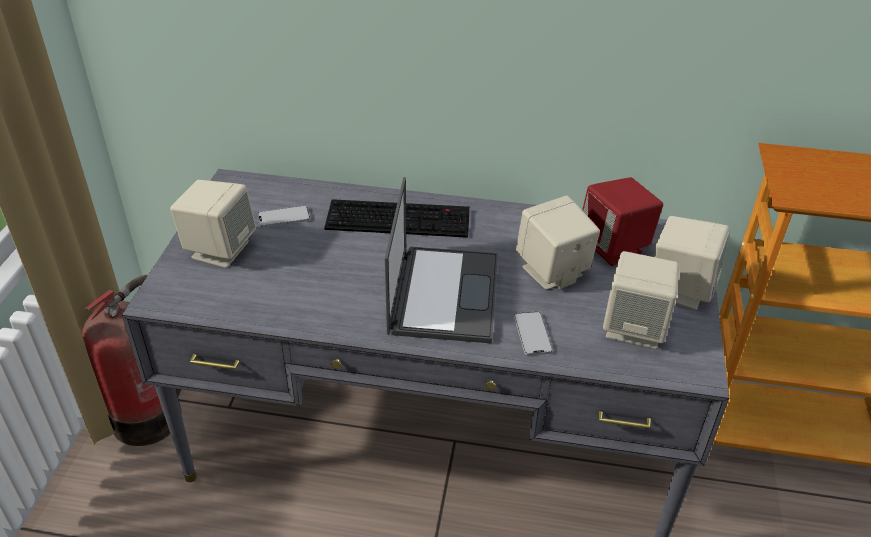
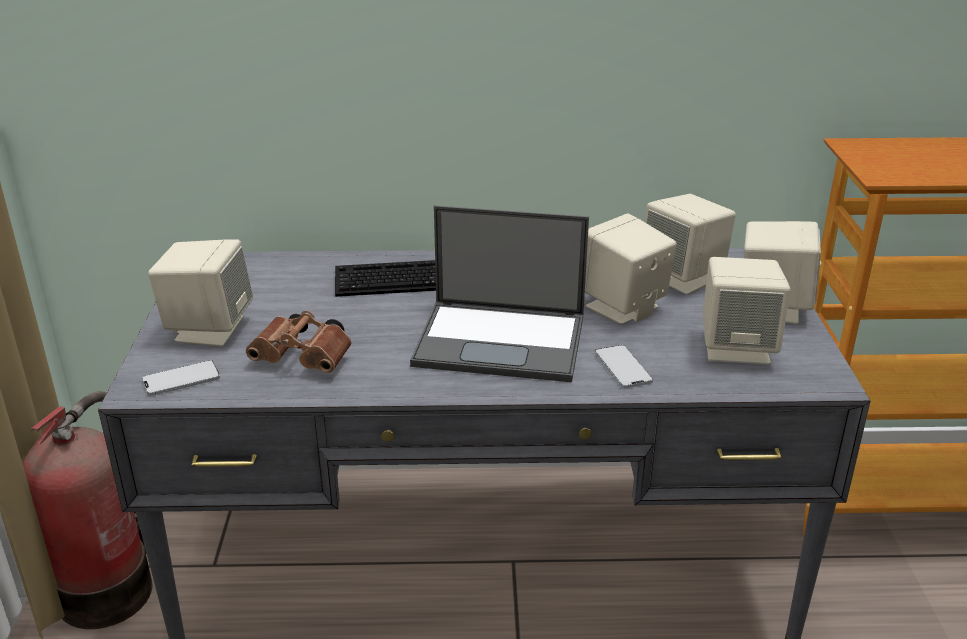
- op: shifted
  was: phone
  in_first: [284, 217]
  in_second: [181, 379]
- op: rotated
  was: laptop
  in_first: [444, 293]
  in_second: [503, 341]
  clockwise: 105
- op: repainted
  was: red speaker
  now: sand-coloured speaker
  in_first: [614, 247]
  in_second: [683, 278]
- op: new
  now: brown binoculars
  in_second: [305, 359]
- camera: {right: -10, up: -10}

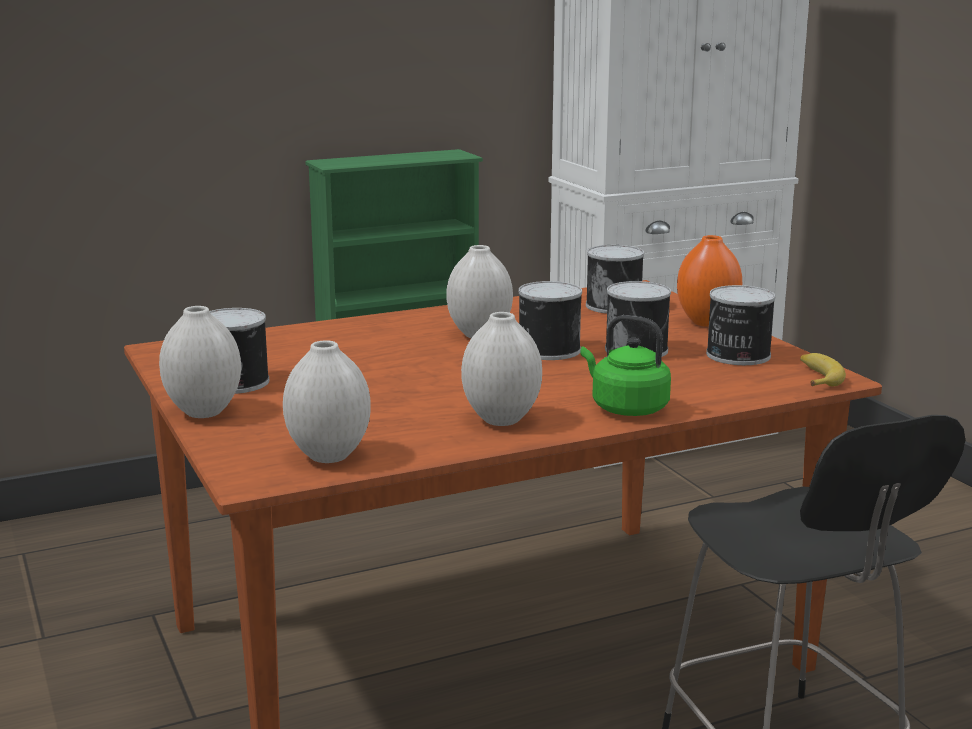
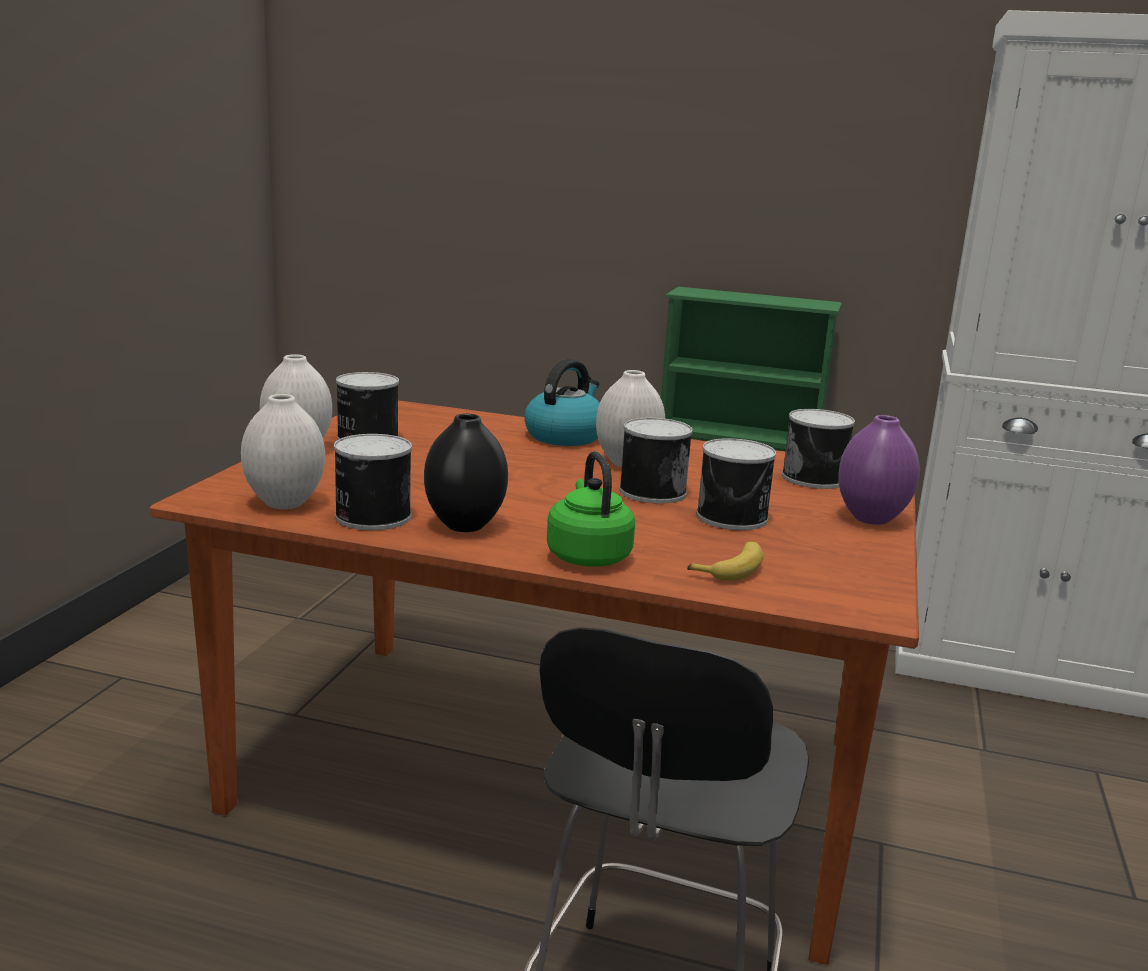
- op: repainted
  was: white-coloured vase
  now: blackish vase
  in_first: [502, 420]
  in_second: [465, 526]
- op: repainted
  was: orangey vase
  now: purple-coloured vase
  in_first: [706, 323]
  in_second: [870, 519]
- op: shifted
  was: sealed can
  in_first: [737, 355]
  in_second: [371, 516]
- op: shifted
  was: banana fruit
  in_first: [817, 377]
  in_second: [731, 568]
- op: new
  now: tea kettle
  in_second: [565, 436]
- camera: {right: 40, up: 0}

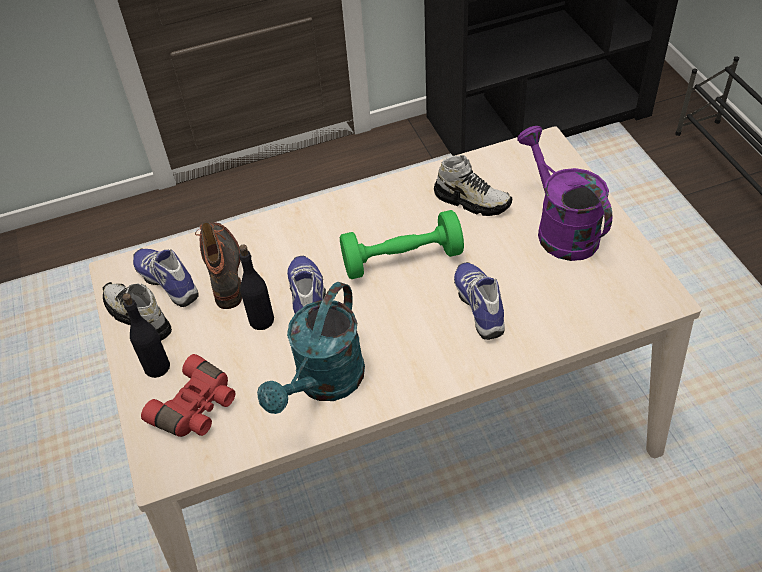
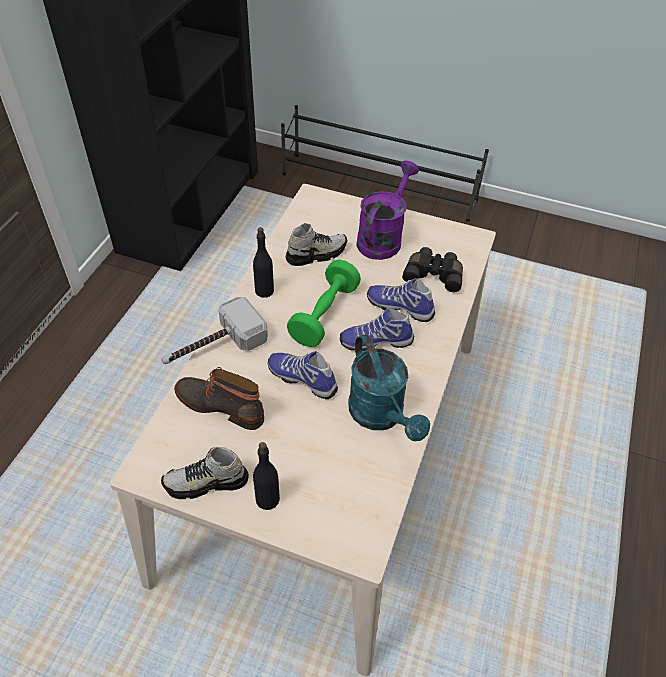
- op: shifted
  was: low shoe
  in_first: [169, 281]
  in_second: [376, 340]
- op: gone
  was: red binoculars
  in_first: [197, 408]
- op: shifted
  was: blackish bottle
  in_first: [261, 320]
  in_second: [264, 291]
- op: rotated
  was: purple-coloured sprinkling can
  in_first: [560, 229]
  in_second: [382, 237]
  clockwise: 105
- op: new
  now: hand hammer
  in_second: [212, 347]
- op: new
  now: blackish binoculars
  in_second: [433, 275]
- camera: {right: -55, up: 0}

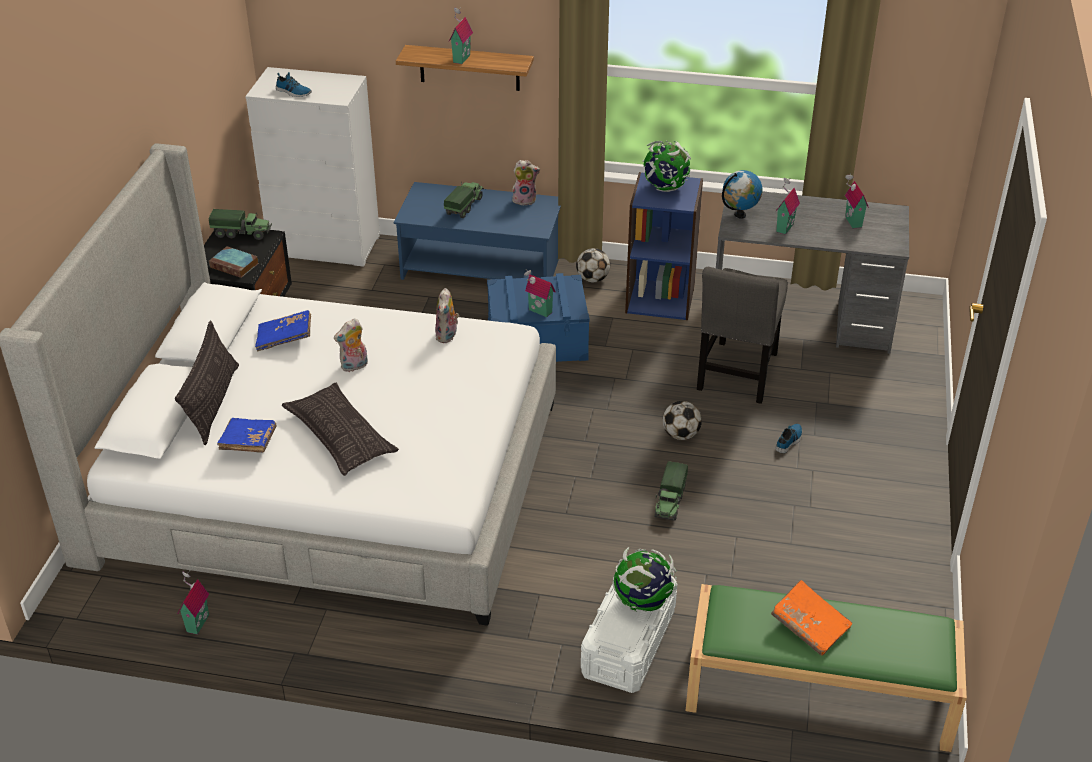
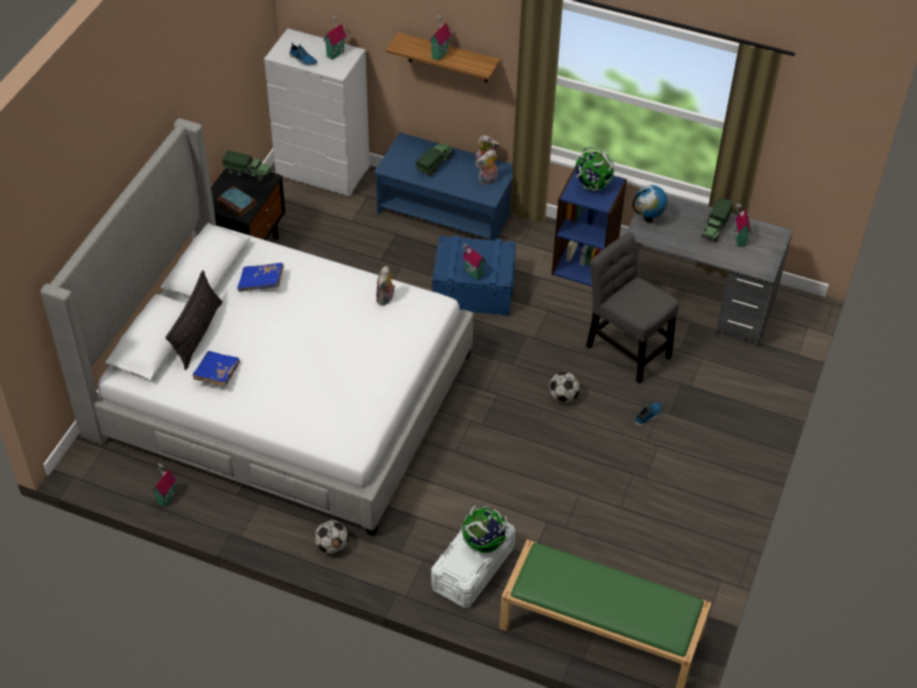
- op: gone
  was: cushion
  in_first: [340, 436]
- op: shifted
  was: soft toy
  in_first: [354, 366]
  in_second: [487, 181]
- op: shifted
  was: football ball
  in_first: [592, 279]
  in_second: [332, 546]
- op: shifted
  was: toy truck
  in_first: [670, 502]
  in_second: [715, 228]
- op: rotated
  was: greyish upright chair
  in_first: [737, 375]
  in_second: [625, 348]
  clockwise: 105
- op: gone
  was: orangey bound book
  in_first: [809, 626]
- op: shifted
  was: miniature house
  in_first: [783, 227]
  in_second: [334, 53]
- camera: {right: 10, up: 10}

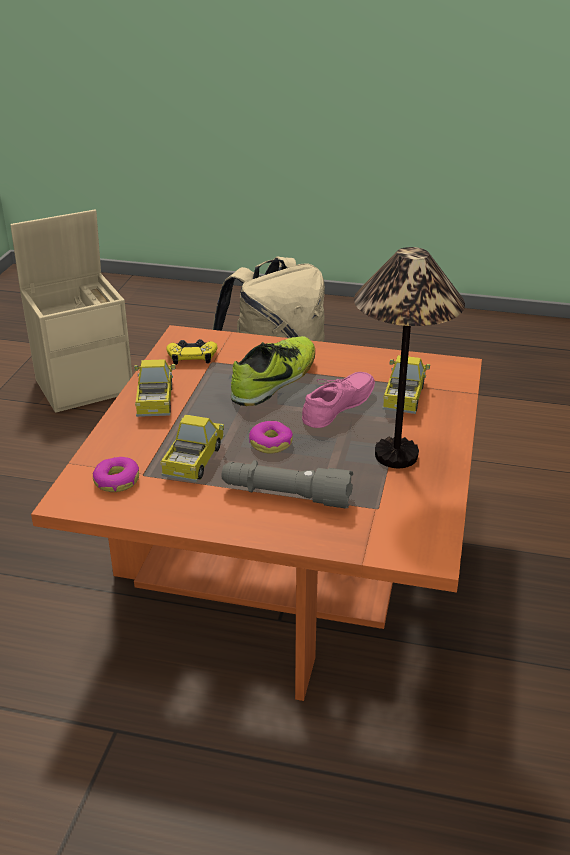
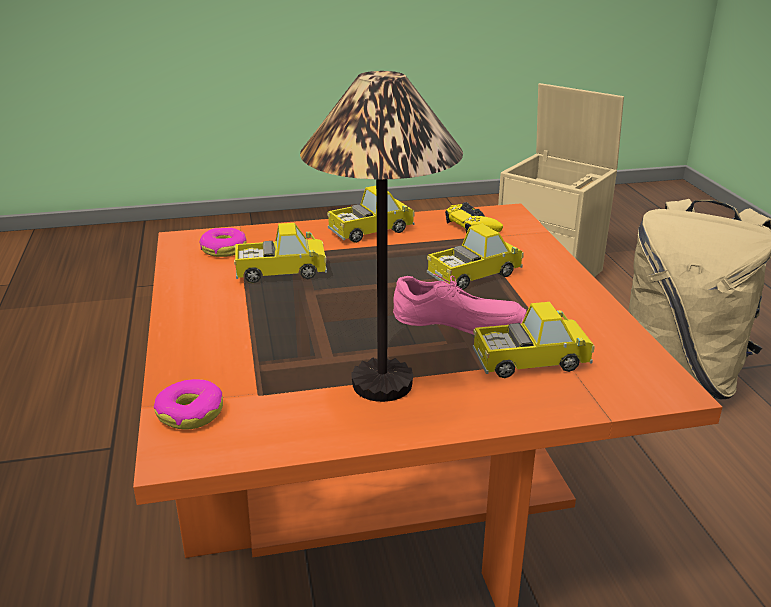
- op: gone
  was: greyish hand torch
  in_first: [286, 495]
- op: swapped
  was: low shoe
  now: toy truck
  in_first: [275, 380]
  in_second: [474, 275]
- op: shifted
  was: doughnut
  in_first: [270, 443]
  in_second: [191, 413]
- camera: {right: 65, up: -5}

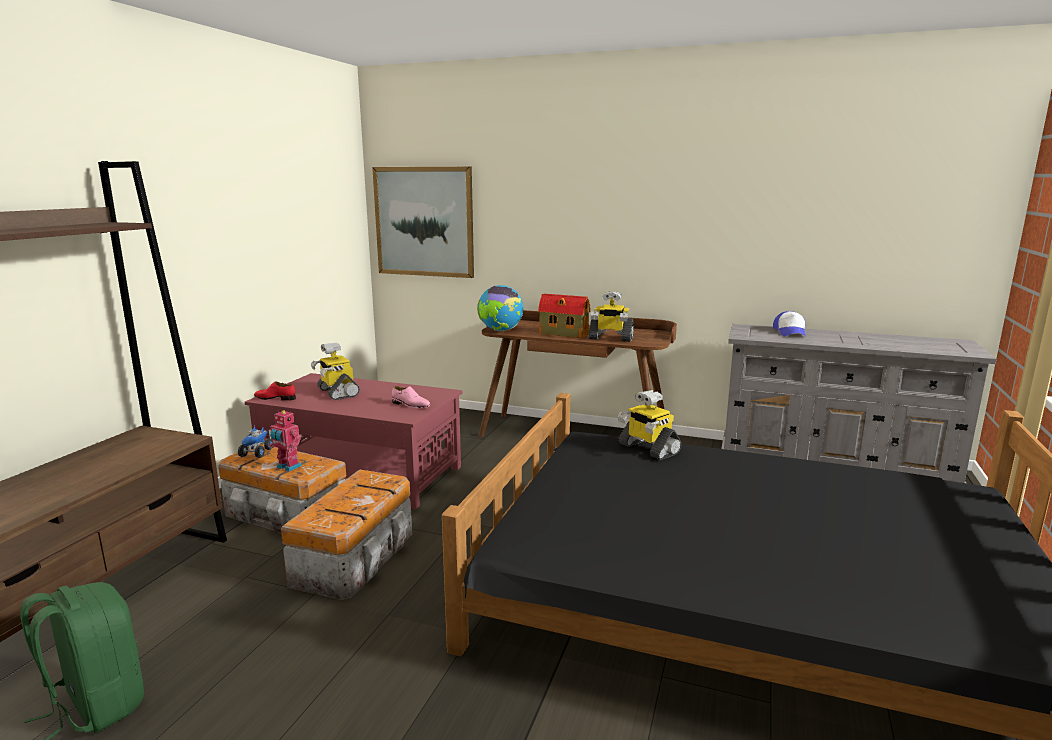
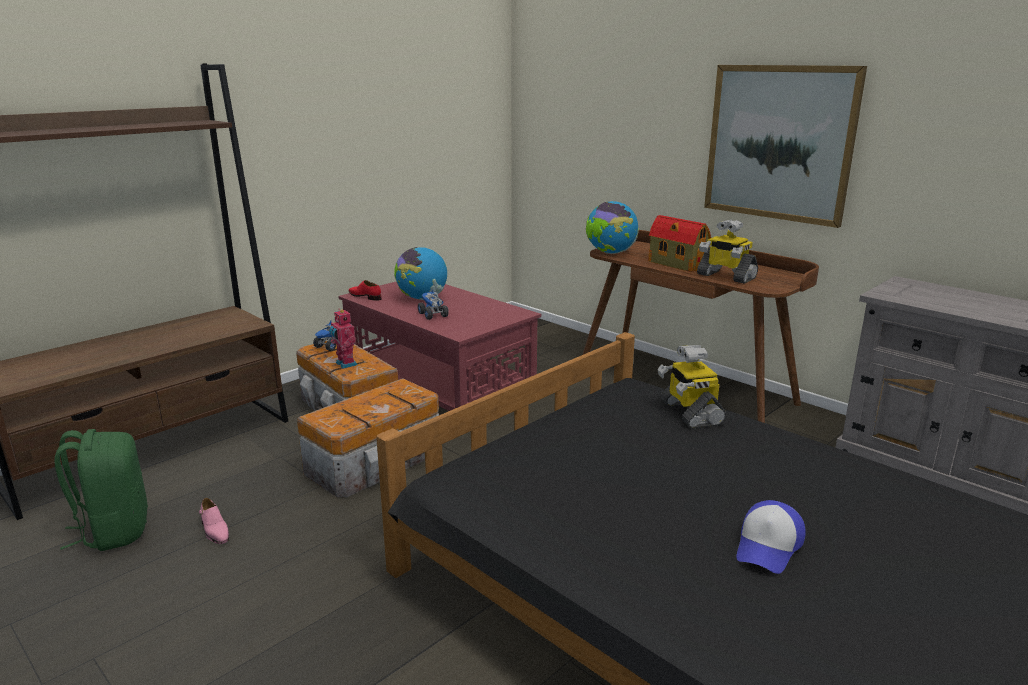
- op: swapped
  was: robot figure
  now: desk globe
  in_first: [337, 392]
  in_second: [422, 298]
- op: shifted
  was: wall art
  in_first: [424, 222]
  in_second: [779, 143]
- op: shifted
  was: pinkish low shoe
  in_first: [410, 405]
  in_second: [214, 531]
- op: shifted
  was: cap
  in_first: [790, 332]
  in_second: [768, 546]
- op: new
  now: toy truck
  in_second: [432, 315]
- camera: {right: 25, up: 5}

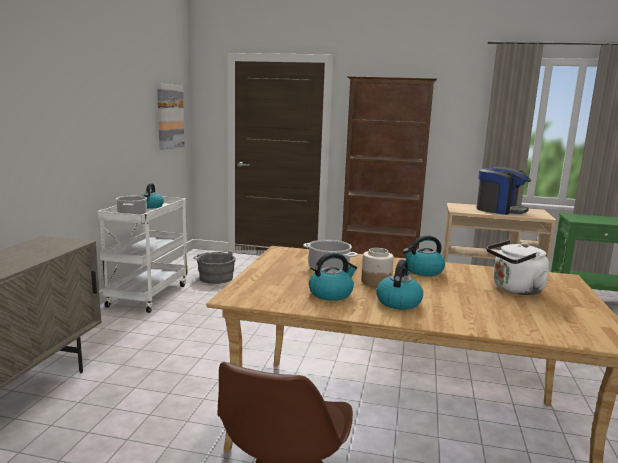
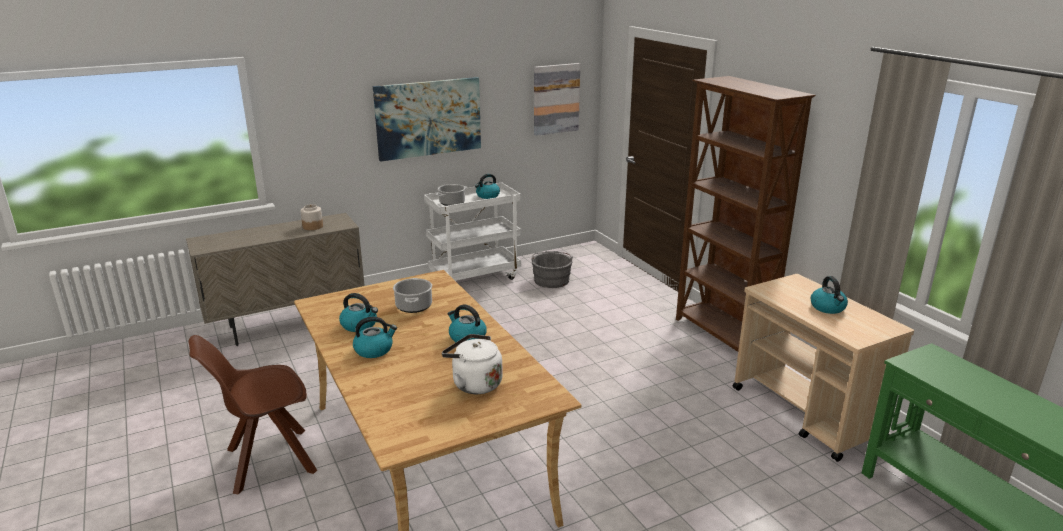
- op: shifted
  was: storage jar
  in_first: [376, 282]
  in_second: [313, 226]
- op: swapped
  was: coffee machine
  now: tea kettle
  in_first: [499, 210]
  in_second: [828, 308]
- op: new
  now: wall art
  in_second: [428, 118]
- camera: {right: 50, up: 10}

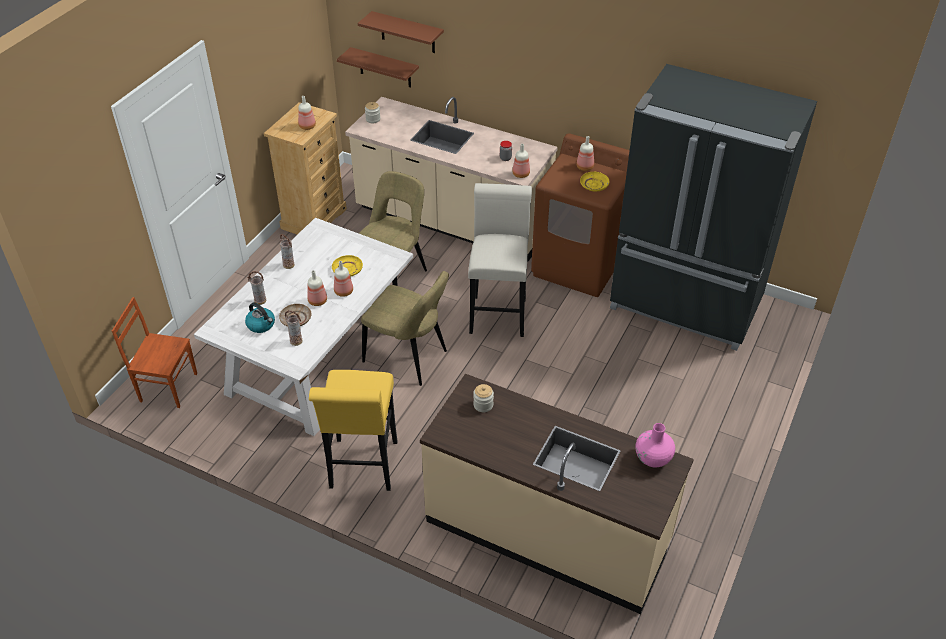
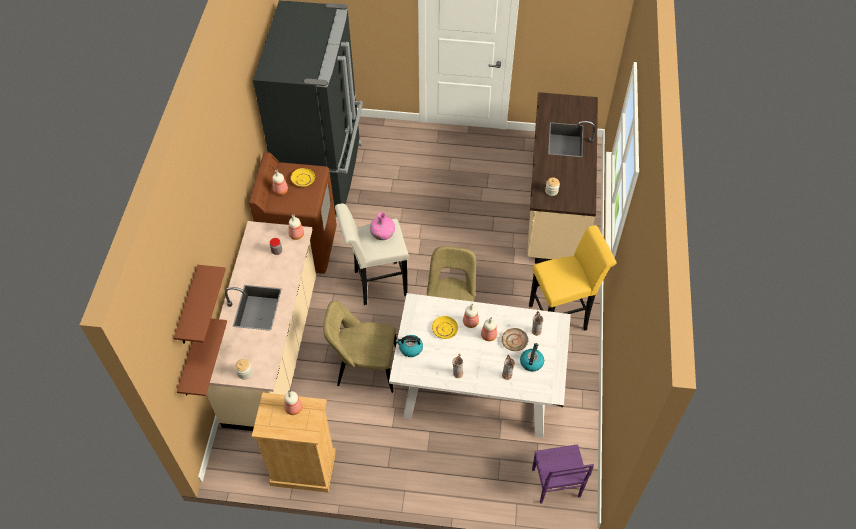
- op: repainted
  was: brown upright chair
  now: purple-coloured upright chair
  in_first: [168, 386]
  in_second: [555, 484]
- op: shifted
  was: pinkish vase
  in_first: [653, 458]
  in_second: [382, 234]
- op: new
  now: tea kettle
  in_second: [410, 348]
- camera: {right: -110, up: 10}

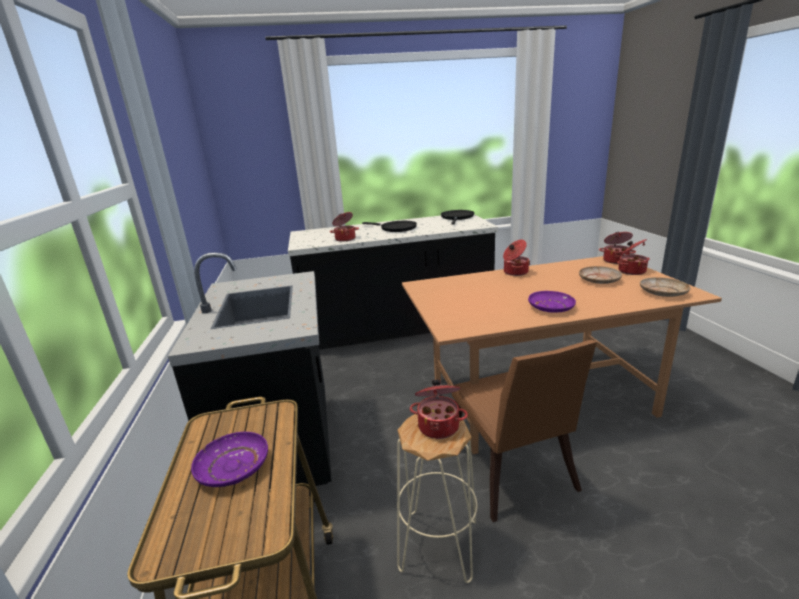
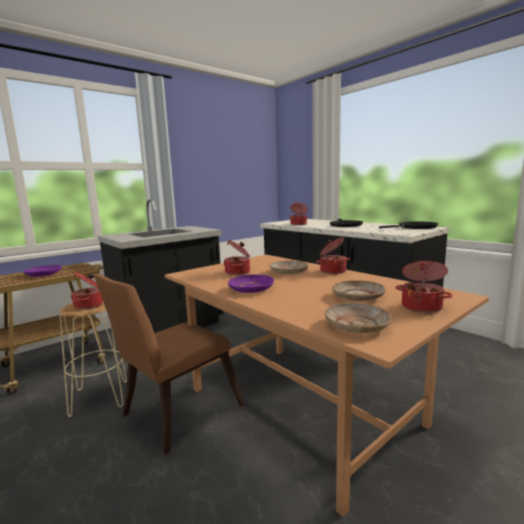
- op: shifted
  was: stockpot
  in_first: [615, 260]
  in_second: [238, 272]
- op: new
  now: sand-coloured flat dish
  in_second: [288, 272]
- camera: {right: 60, up: -10}

